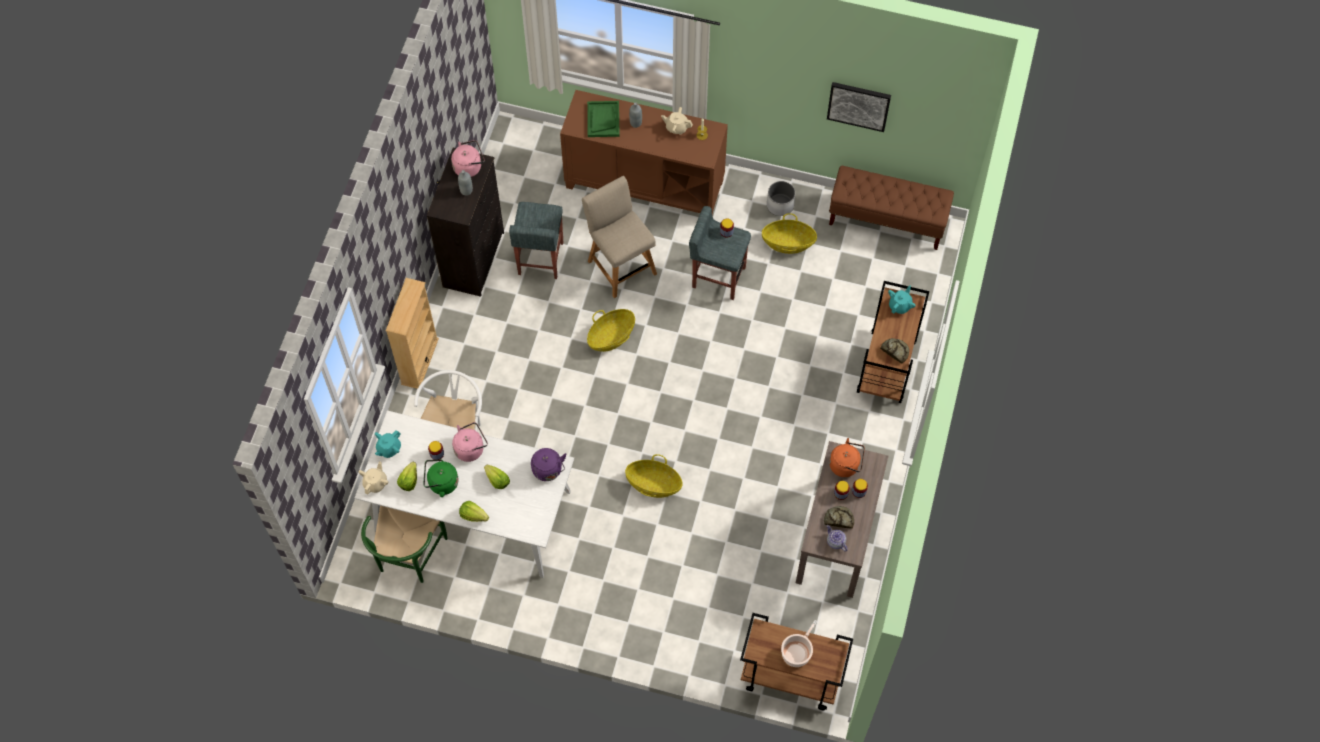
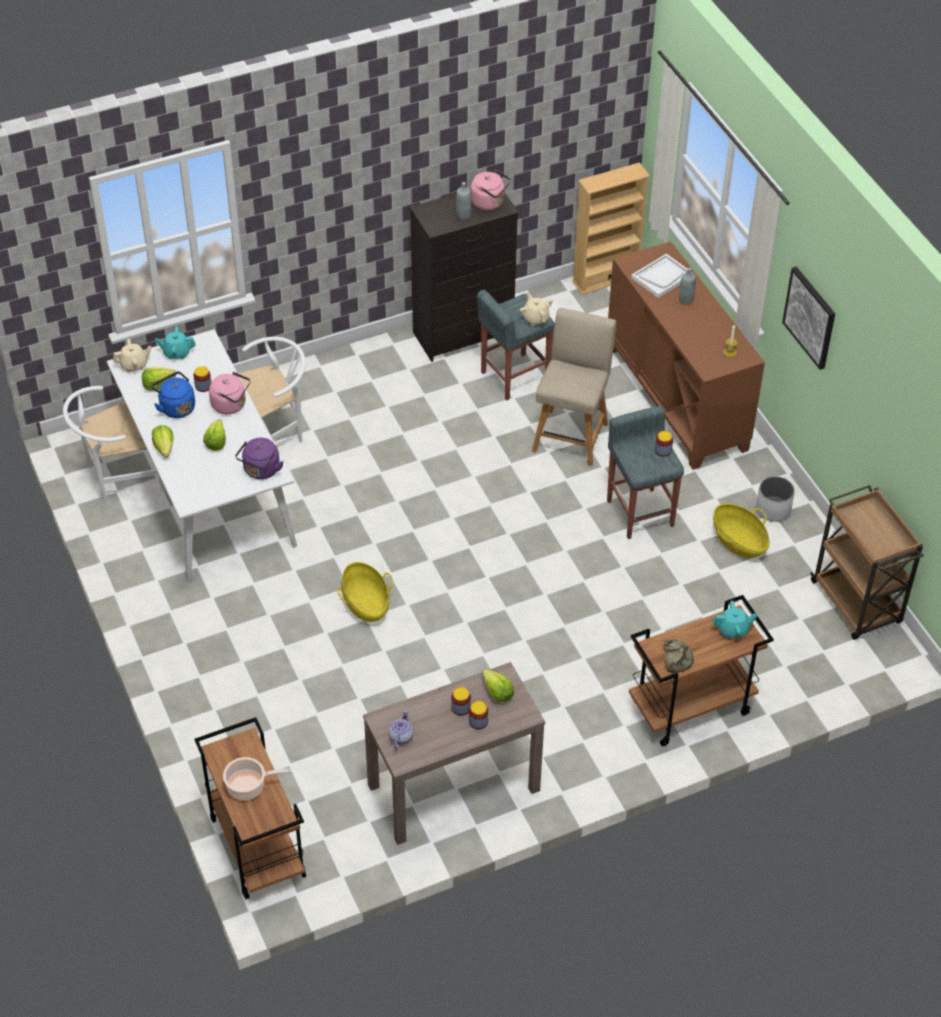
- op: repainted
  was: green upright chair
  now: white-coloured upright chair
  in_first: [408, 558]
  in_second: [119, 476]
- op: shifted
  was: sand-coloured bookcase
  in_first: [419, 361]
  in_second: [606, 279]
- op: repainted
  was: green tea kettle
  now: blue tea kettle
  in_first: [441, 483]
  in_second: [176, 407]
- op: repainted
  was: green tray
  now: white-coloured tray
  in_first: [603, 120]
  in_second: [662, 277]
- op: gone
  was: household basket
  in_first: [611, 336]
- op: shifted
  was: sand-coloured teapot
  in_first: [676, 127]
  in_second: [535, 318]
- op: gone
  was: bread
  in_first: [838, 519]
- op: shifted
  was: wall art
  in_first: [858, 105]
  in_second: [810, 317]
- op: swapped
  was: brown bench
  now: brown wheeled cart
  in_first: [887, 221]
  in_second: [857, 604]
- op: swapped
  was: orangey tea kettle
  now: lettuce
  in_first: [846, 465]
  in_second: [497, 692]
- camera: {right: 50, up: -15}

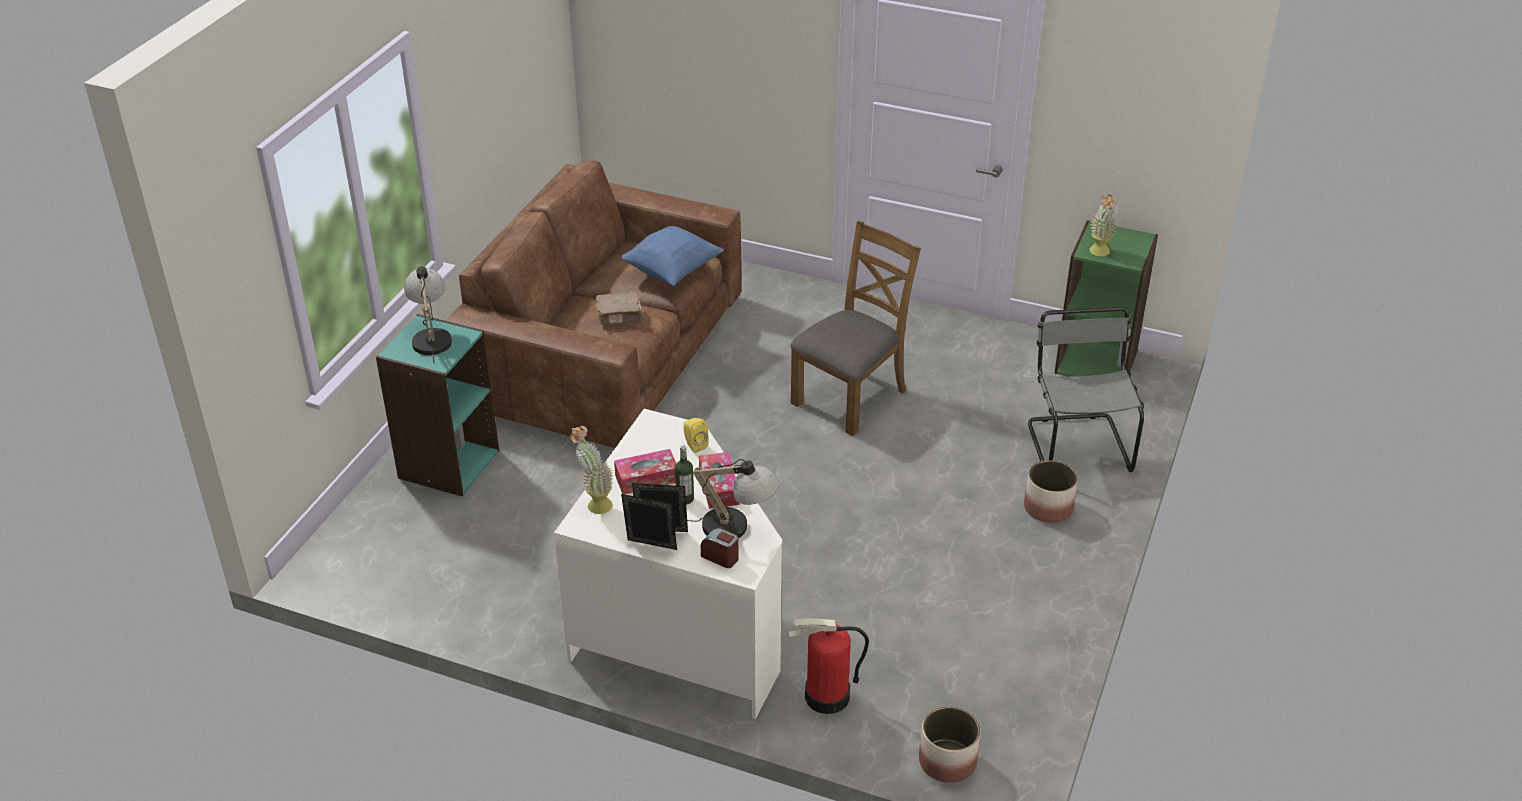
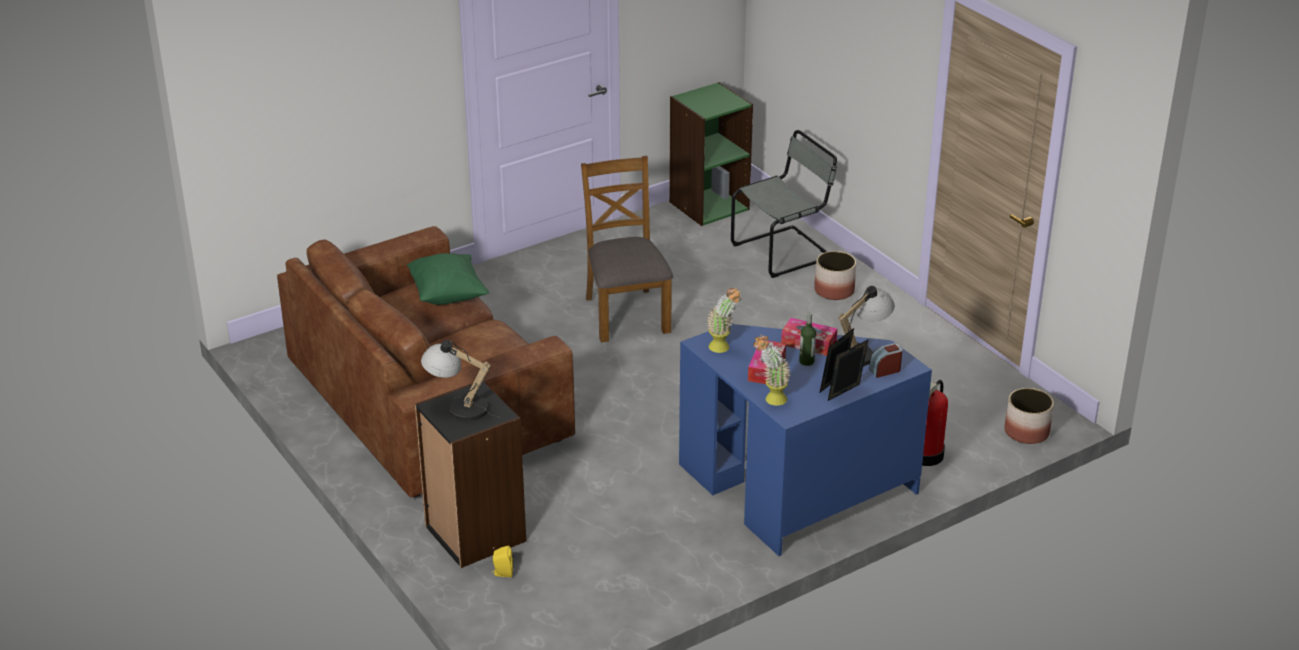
- op: repainted
  was: turquoise-coloured bookcase
  now: blackish bookcase
  in_first: [448, 464]
  in_second: [474, 534]
- op: repainted
  was: white-coloured desk
  now: blue desk
  in_first: [680, 628]
  in_second: [796, 490]
- op: gone
  was: brown bound book
  in_first: [620, 316]
- op: repainted
  was: blue cushion
  now: green cushion
  in_first: [672, 272]
  in_second: [447, 295]
- op: shifted
  was: yellow speaker
  in_first: [694, 445]
  in_second: [502, 573]
- op: rotated
  was: greyish upright chair
  in_first: [1077, 444]
  in_second: [784, 251]
  clockwise: 120
- op: shifted
  was: houseplant
  in_first: [1100, 254]
  in_second: [723, 349]
- camera: {right: -55, up: -5}

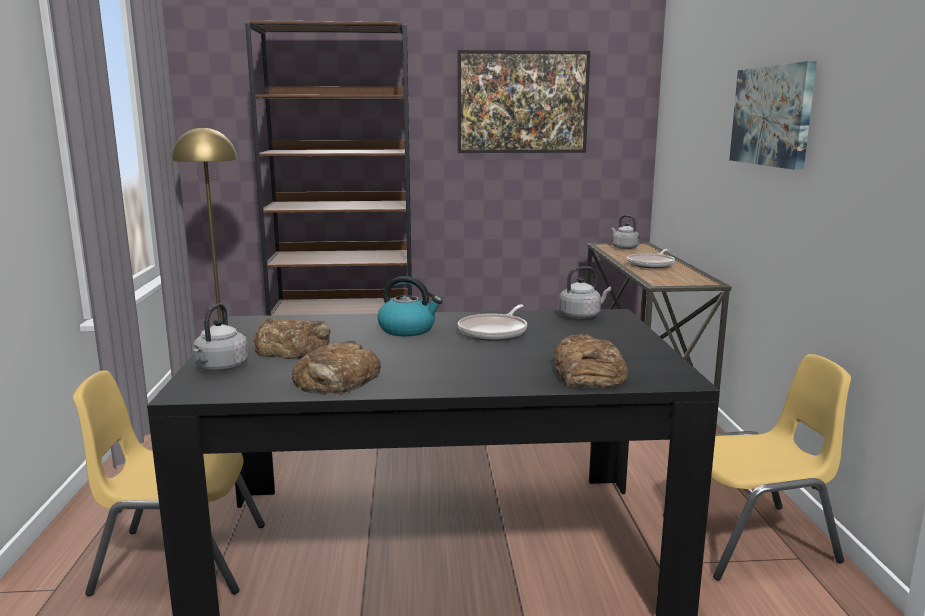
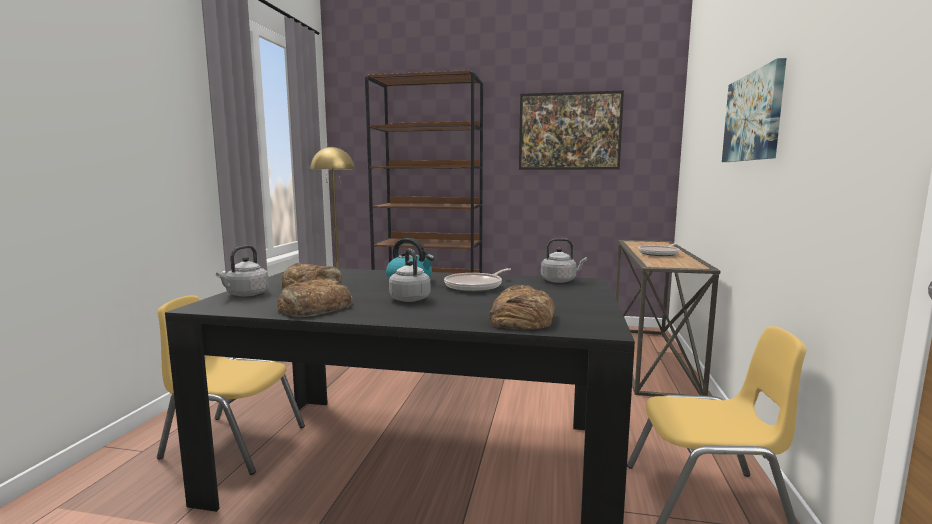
- op: shifted
  was: greyish tea kettle
  in_first: [624, 248]
  in_second: [409, 298]
- camera: {right: 15, up: -5}

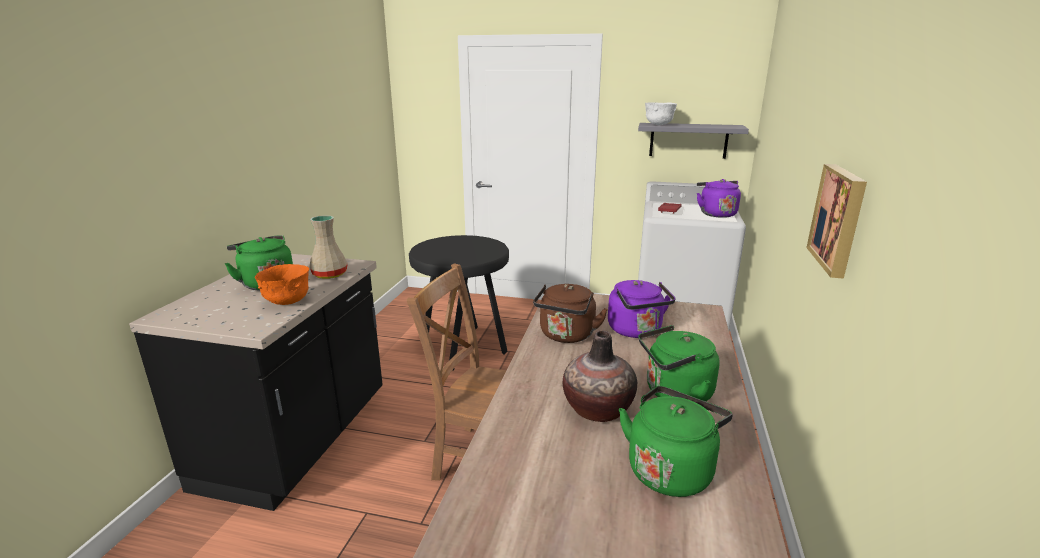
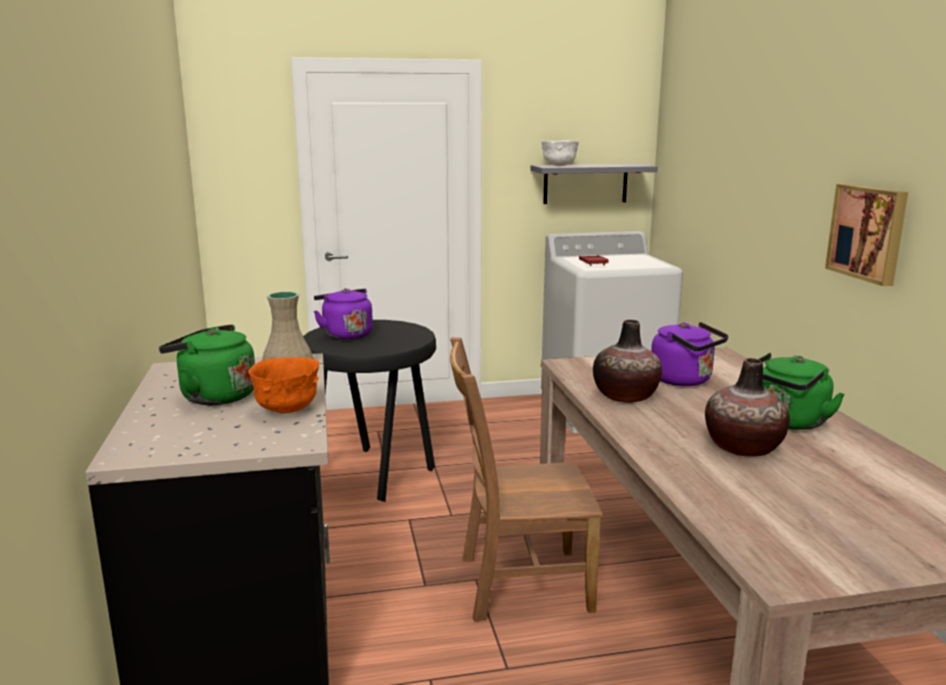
- op: swapped
  was: brown tea kettle
  now: vase
  in_first: [566, 336]
  in_second: [625, 396]
- op: gone
  was: green tea kettle
  in_first: [670, 469]
- op: shifted
  was: purple-coloured tea kettle
  in_first: [716, 214]
  in_second: [345, 335]
- camera: {right: -25, up: -5}

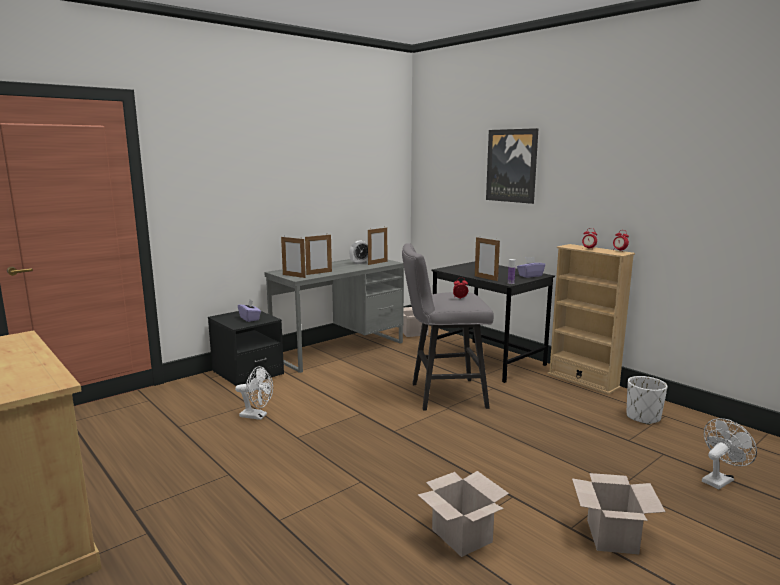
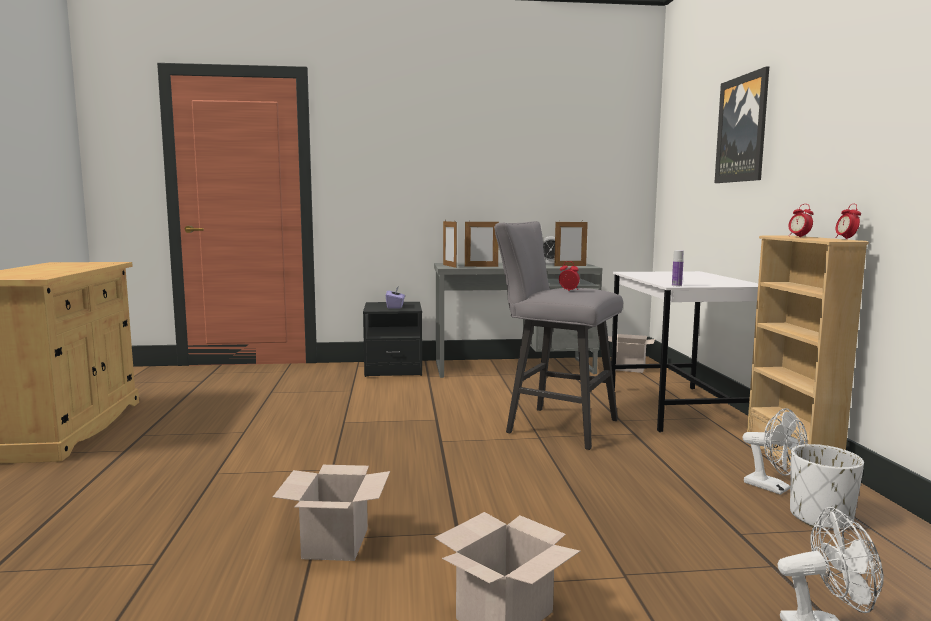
- op: shifted
  was: white-coloured fan
  in_first: [257, 416]
  in_second: [773, 488]
- op: repainted
  was: blackish desk
  now: white-coloured desk
  in_first: [488, 361]
  in_second: [678, 408]
- op: gone
  was: photo frame
  in_first: [486, 278]
- op: gone
  was: purple-coloured tissue holder
  in_first: [530, 276]
- camera: {right: 35, up: -5}

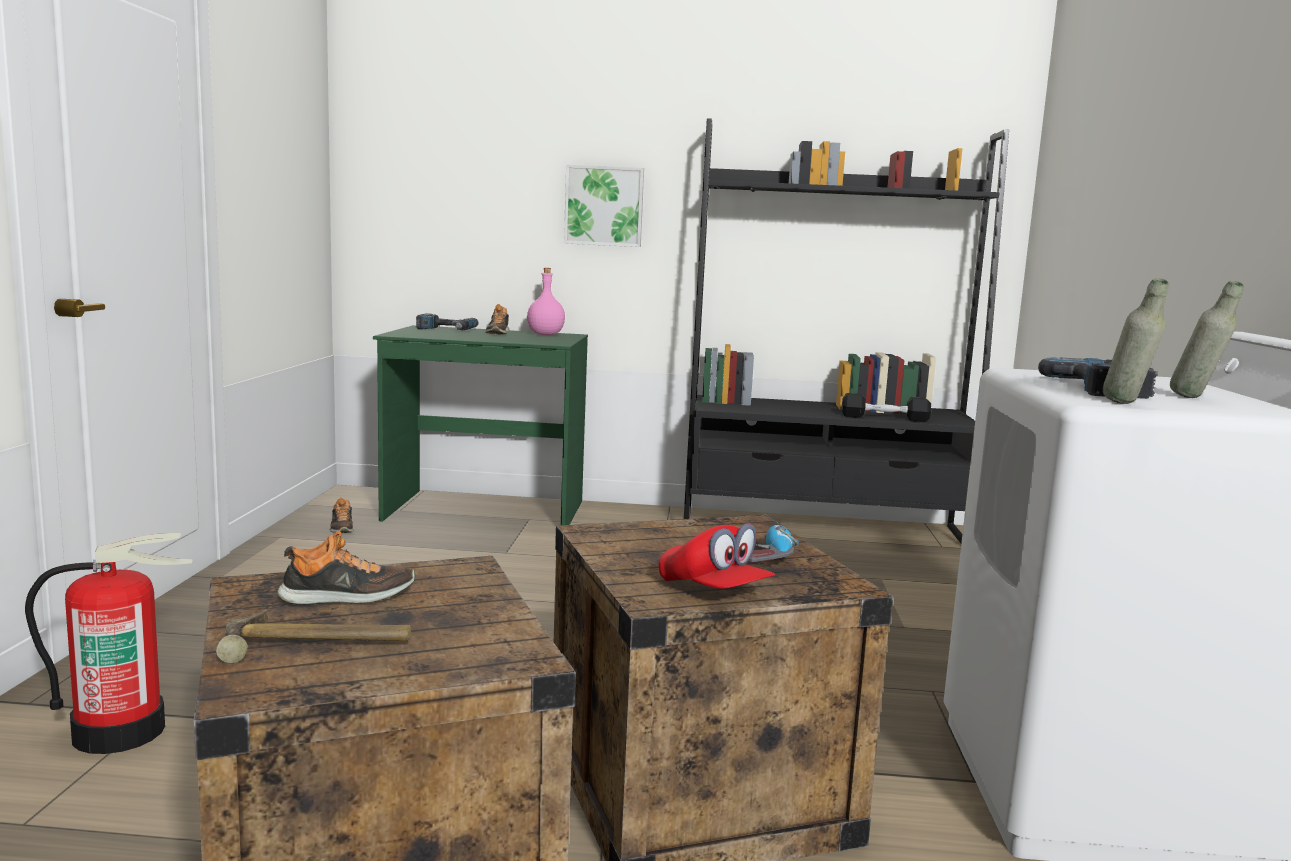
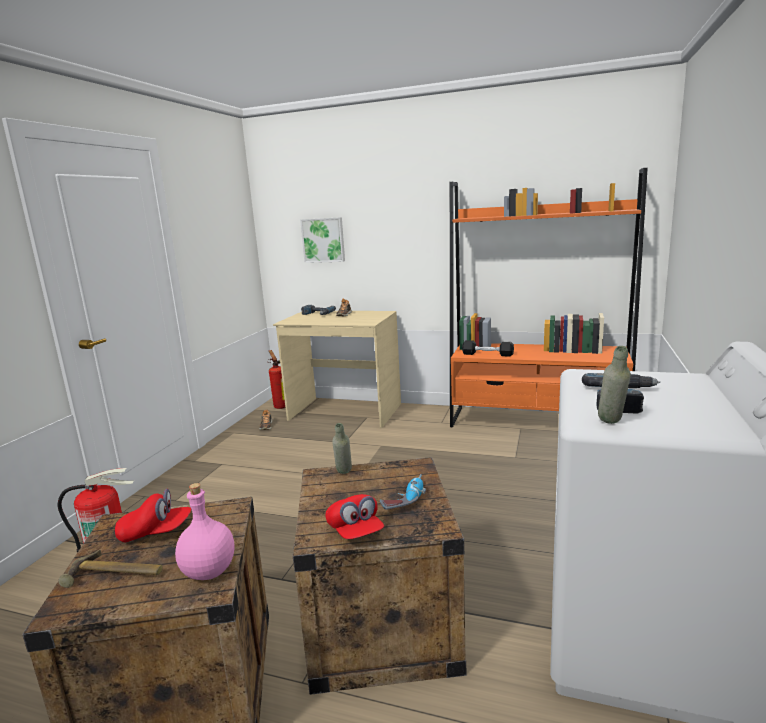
- op: swapped
  was: low shoe
  now: red cap
  in_first: [347, 597]
  in_second: [156, 532]
- op: repainted
  was: green desk
  now: sand-coloured desk
  in_first: [484, 511]
  in_second: [344, 412]
- op: shifted
  was: pinkish bottle
  in_first: [545, 334]
  in_second: [210, 571]
- op: shifted
  was: wall art
  in_first: [604, 206]
  in_second: [323, 240]
- op: repainted
  was: blackish bookcase
  now: orangey bookcase
  in_first: [823, 530]
  in_second: [537, 422]
- op: shifted
  was: blackish hand weight
  in_first: [884, 418]
  in_second: [487, 354]
- op: shifted
  was: greyish bottle
  in_first: [1197, 399]
  in_second: [344, 475]
- op: new
  now: fire extinguisher
  in_second: [280, 406]
- camera: {right: 15, up: 5}

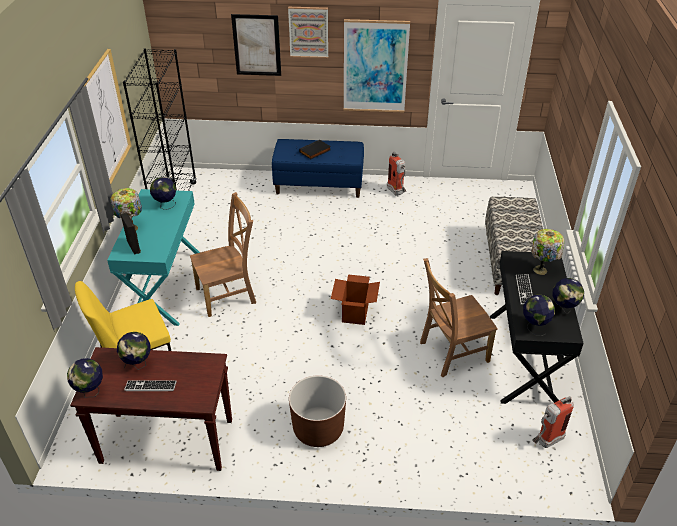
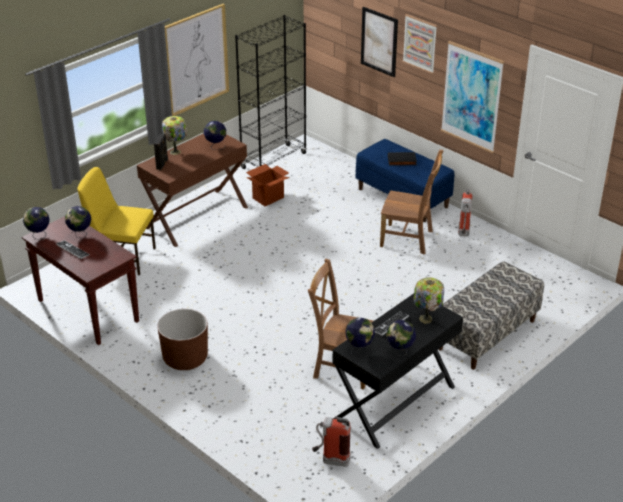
- op: repainted
  was: turquoise-coloured desk
  now: brown desk
  in_first: [164, 286]
  in_second: [196, 217]
- op: shifted
  was: brown upright chair
  in_first: [228, 295]
  in_second: [409, 239]
- op: shifted
  was: carton
  in_first: [355, 313]
  in_second: [268, 198]
- camera: {right: 40, up: -5}

